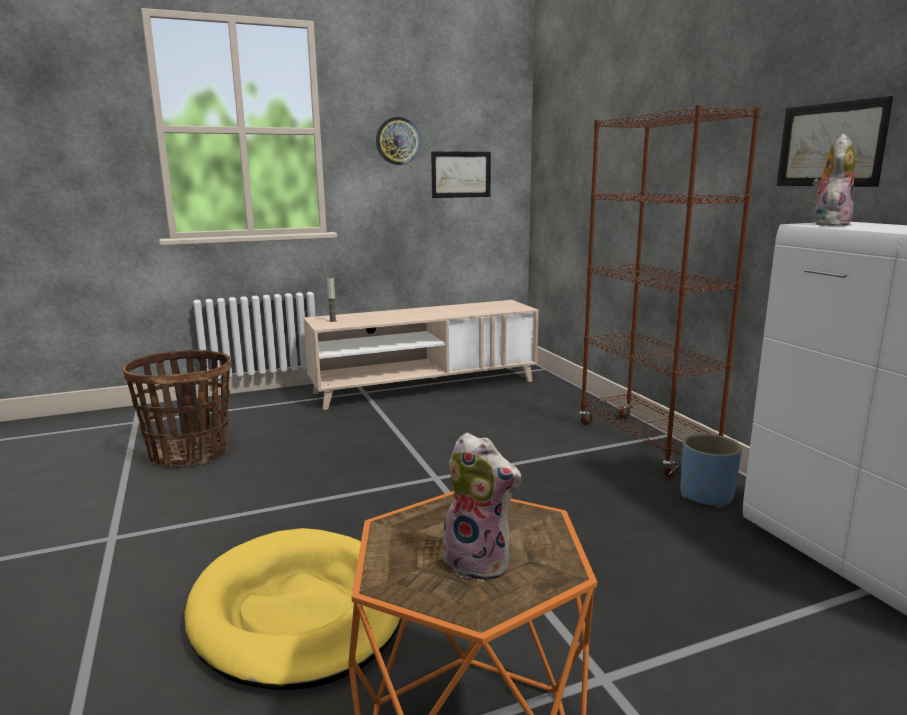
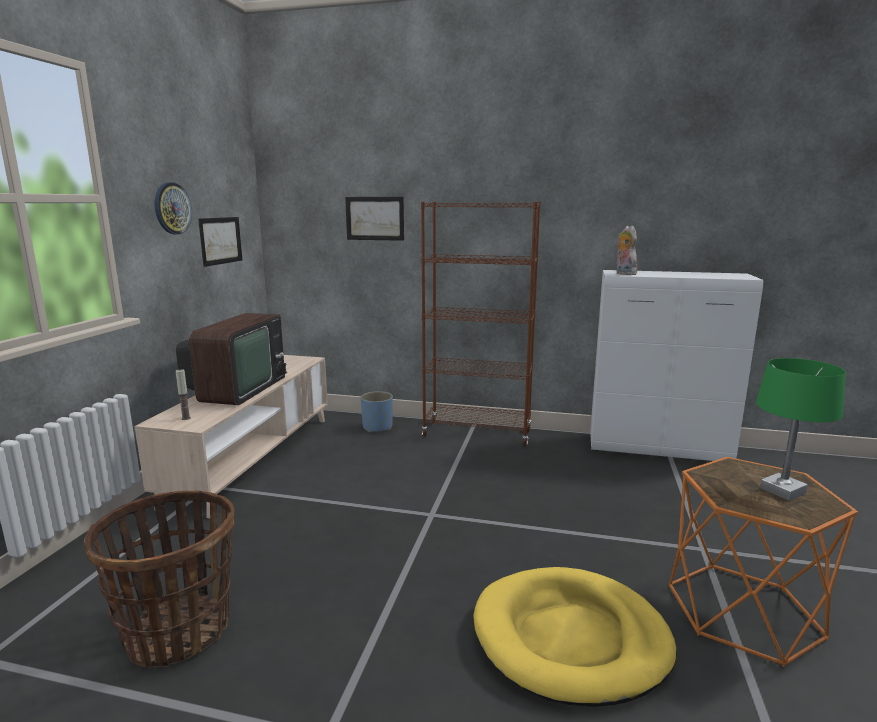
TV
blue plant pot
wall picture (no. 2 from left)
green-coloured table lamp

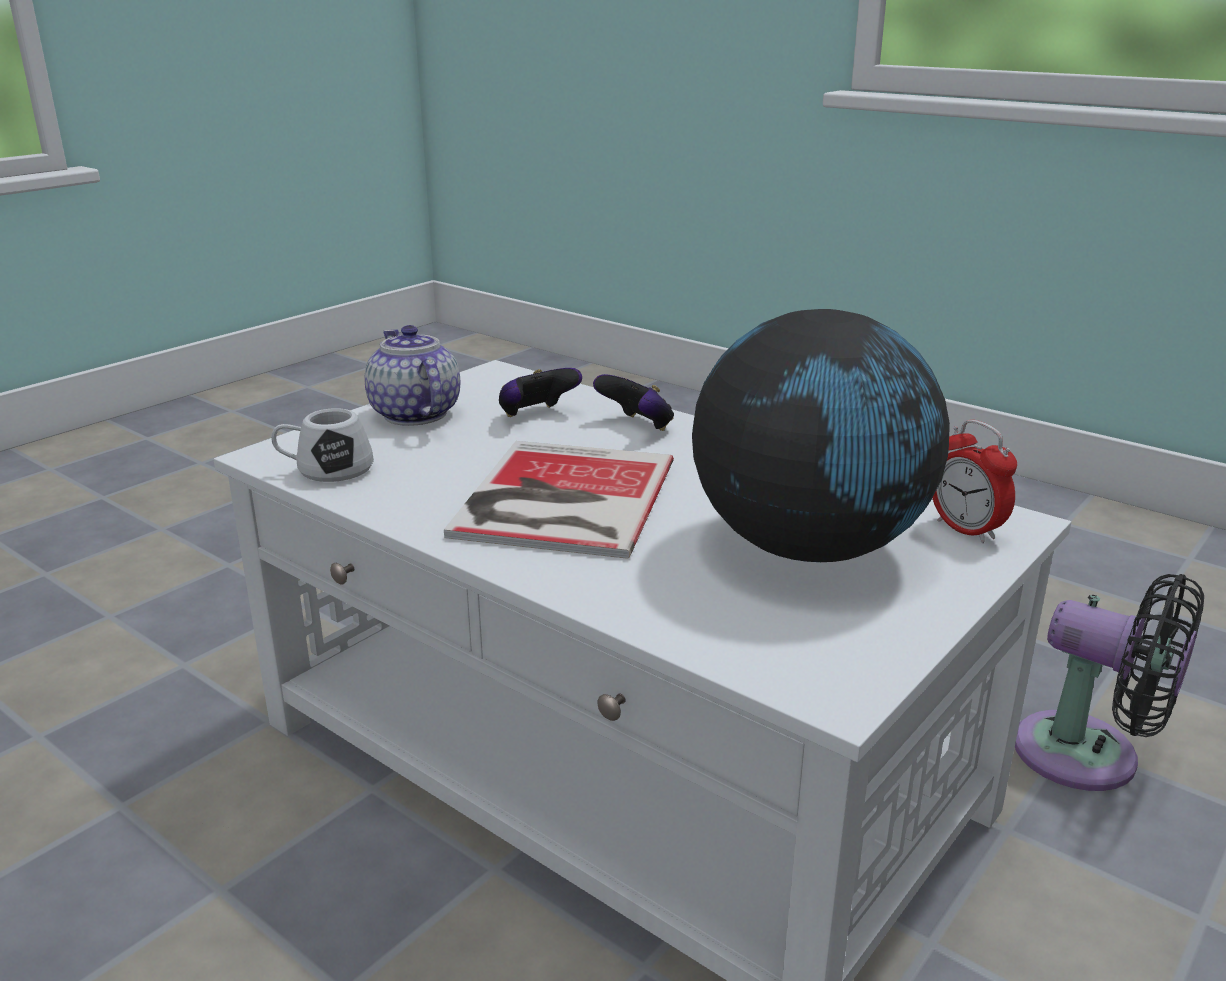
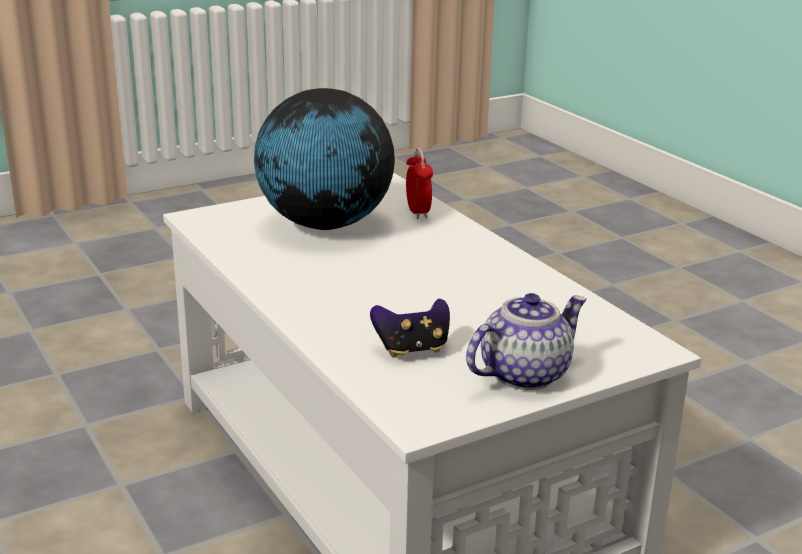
whitish mug
bound book
joypad (no. 2 from left in the first image)
blackish electric fan
alarm clock
tea pot

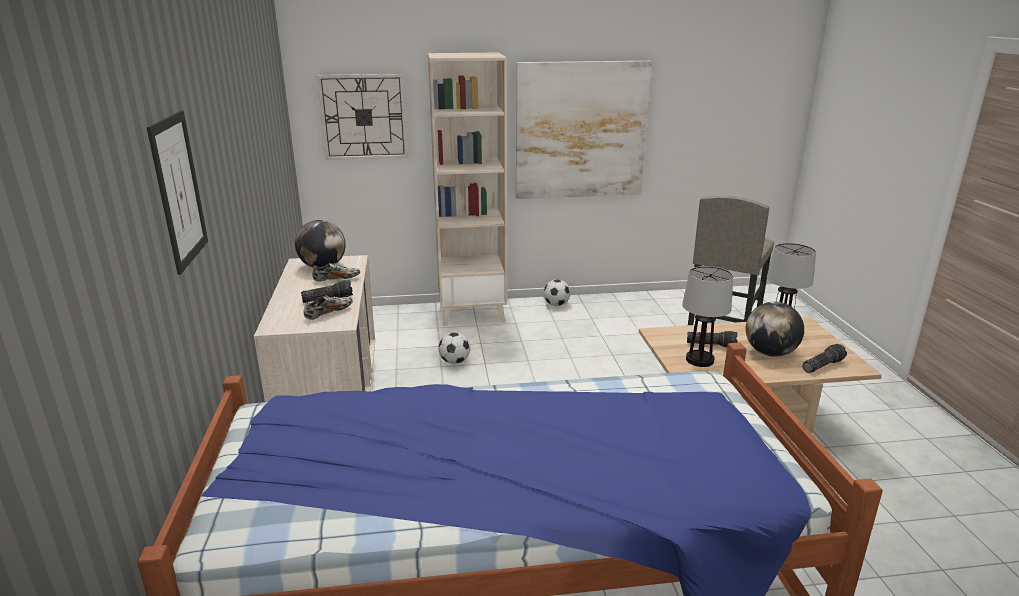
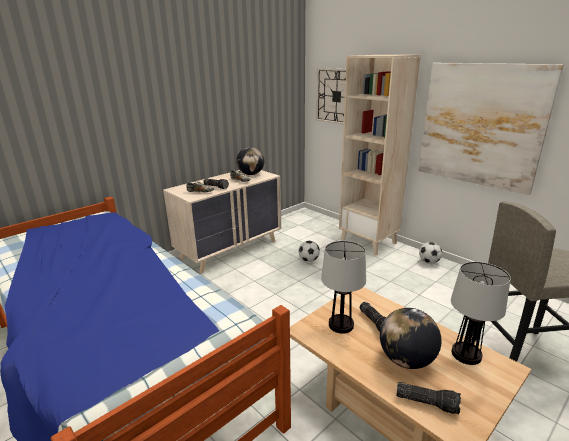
wall picture (no. 1 from left in the first image)

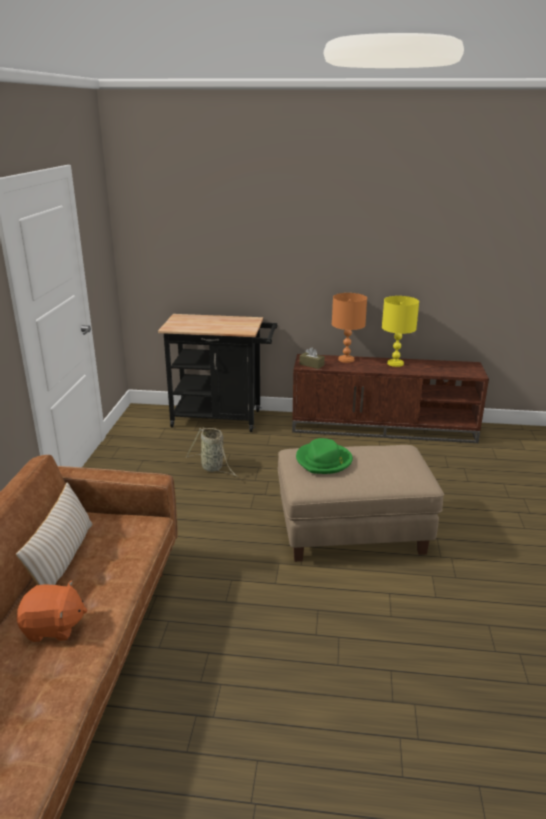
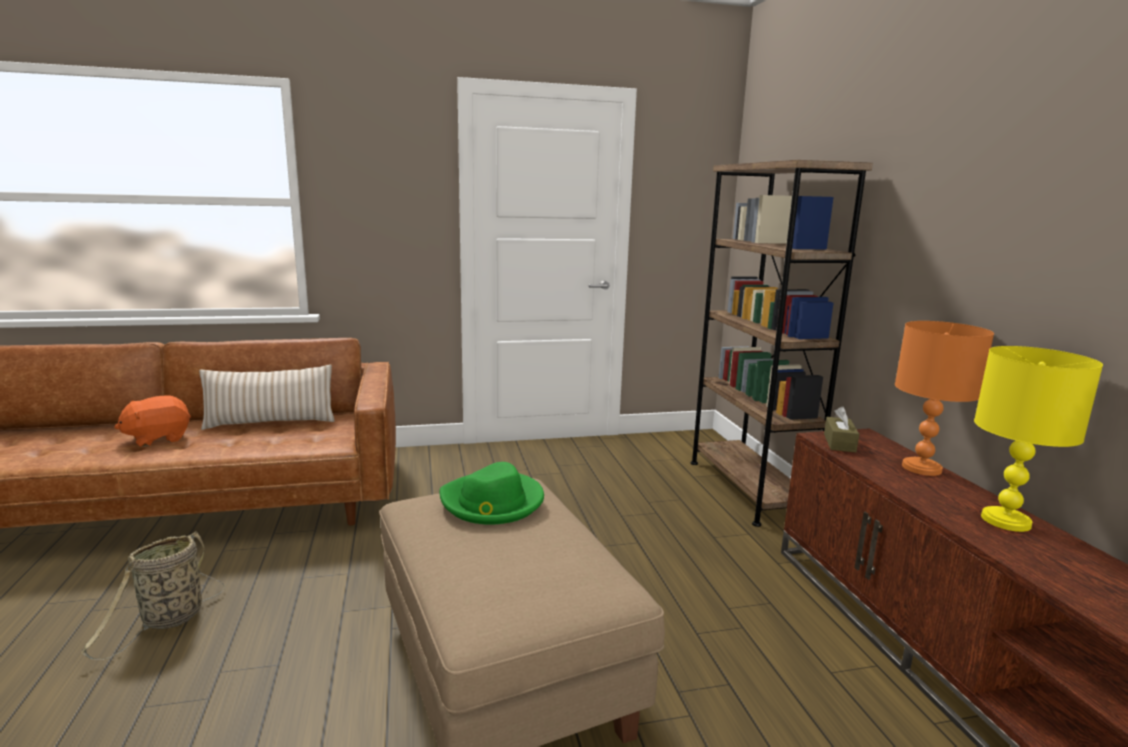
household basket
brownish shelving unit
orange-coloured cuddly toy

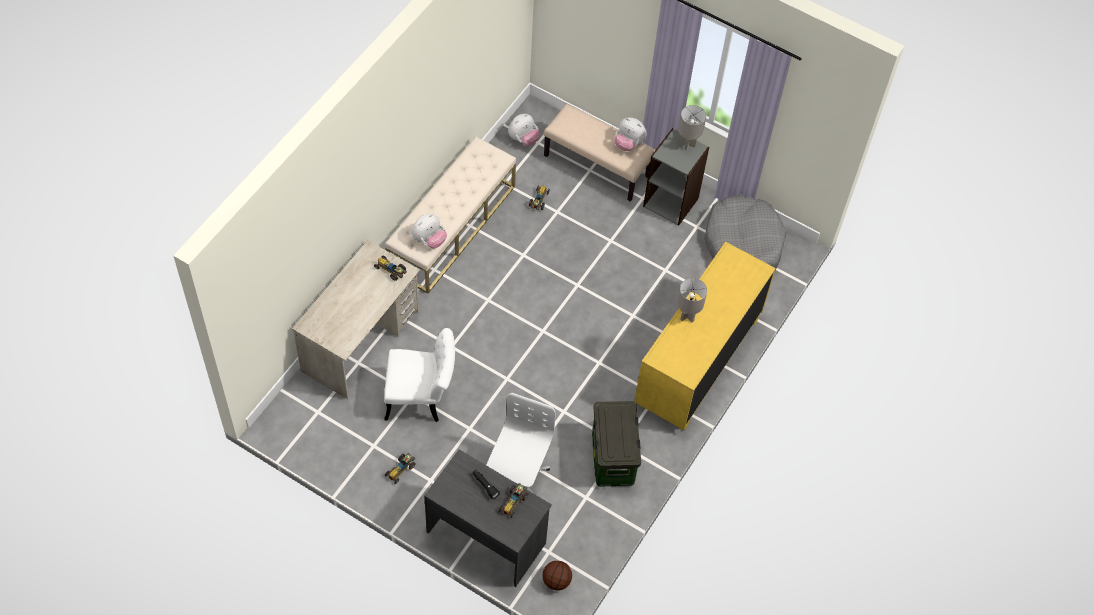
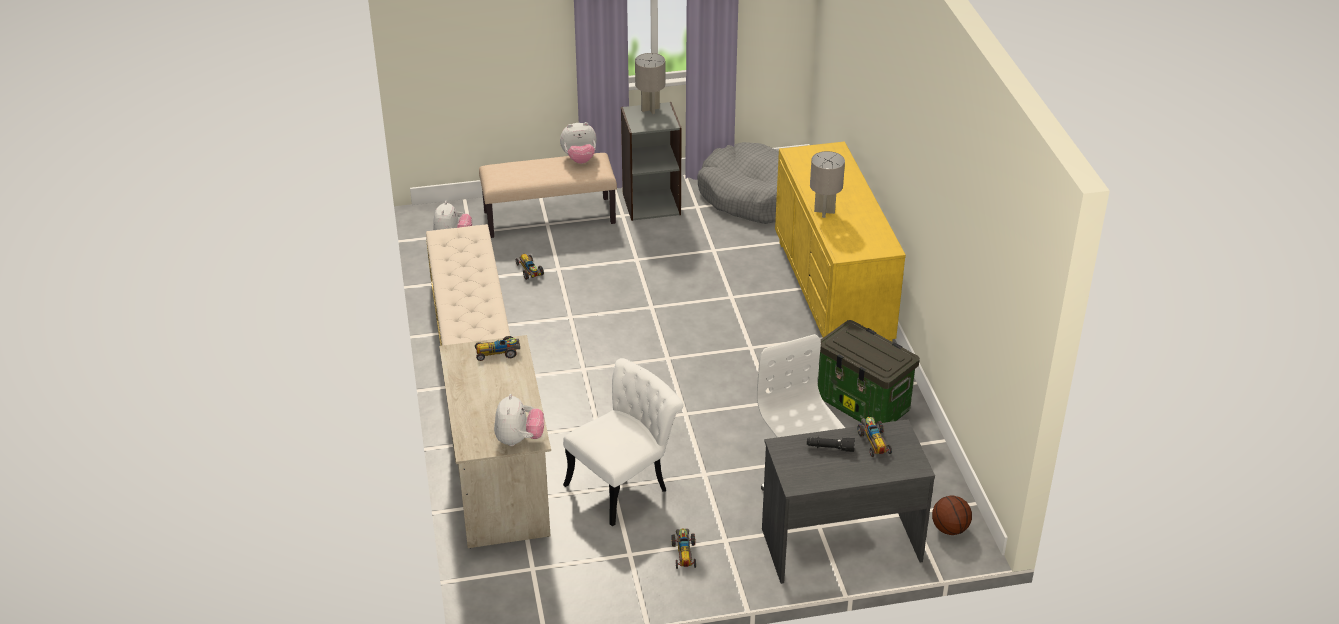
cuddly toy (no. 2 from left)

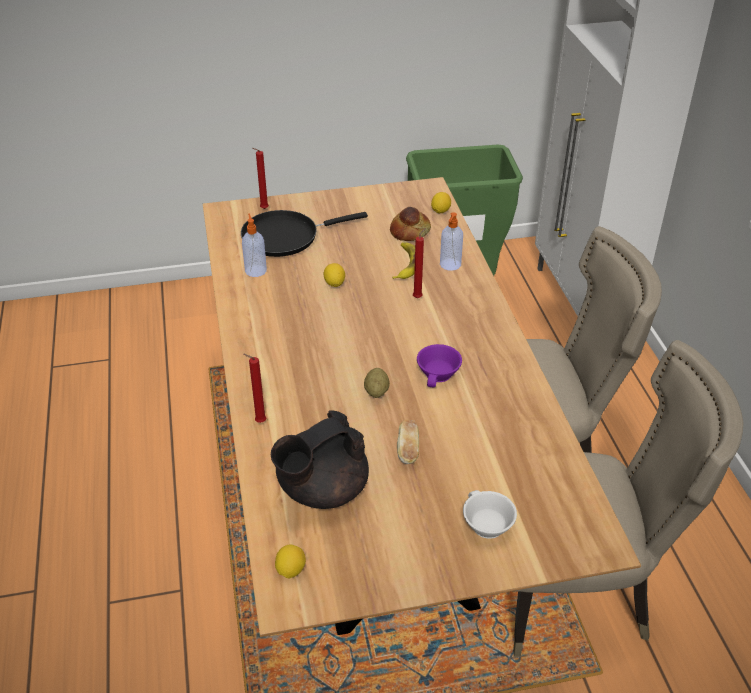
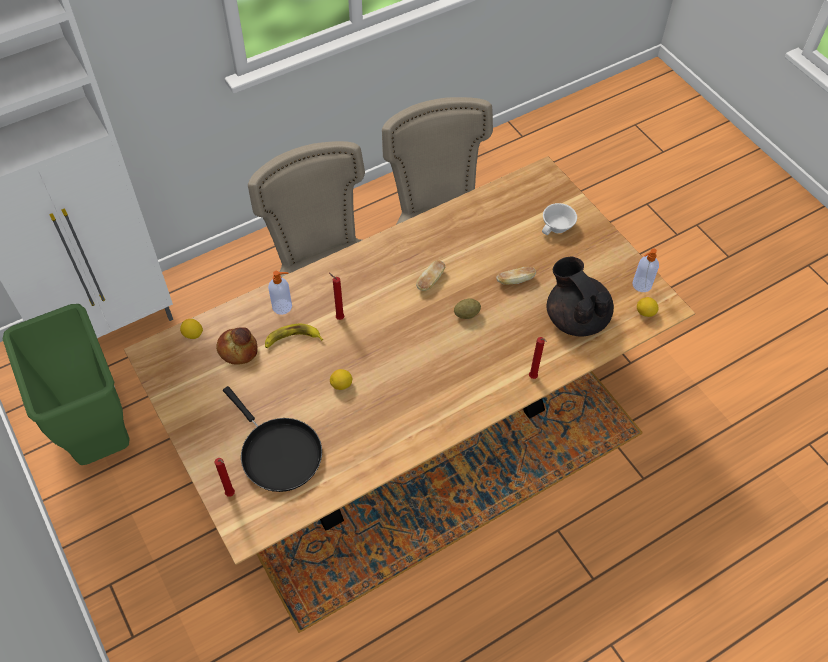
soap bottle (no. 2 from left)
bakery bread (no. 2 from left)
blackish tea pot

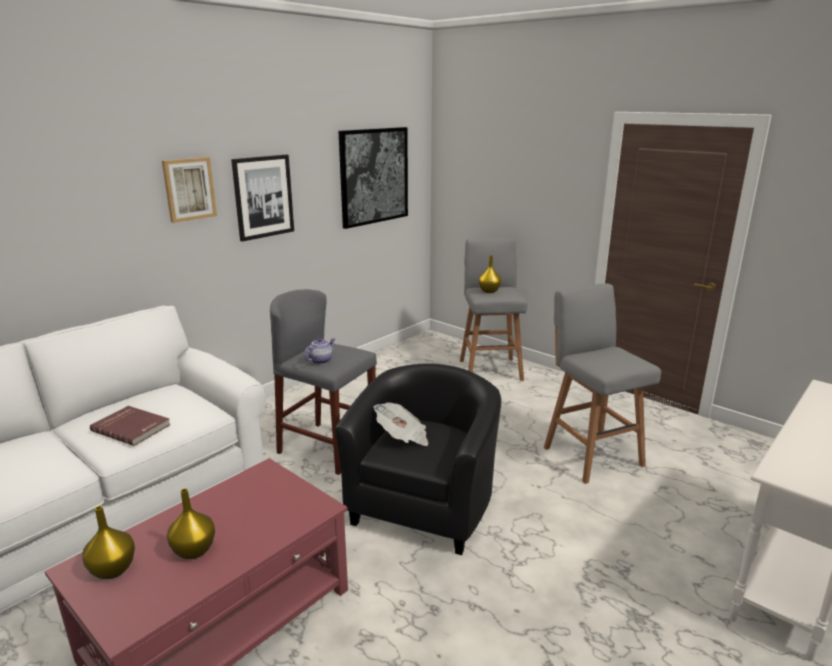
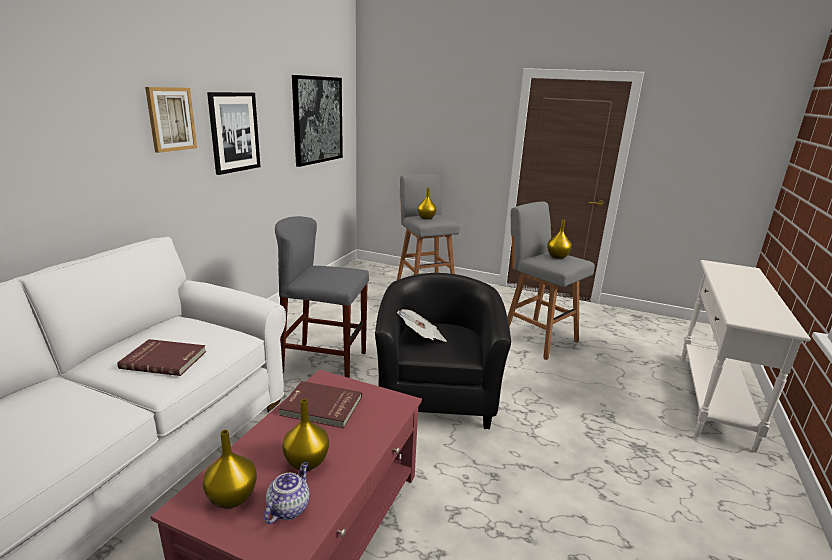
red-coloured bound book (no. 2 from left)
yellowish decorative vase (no. 4 from left)
tea pot

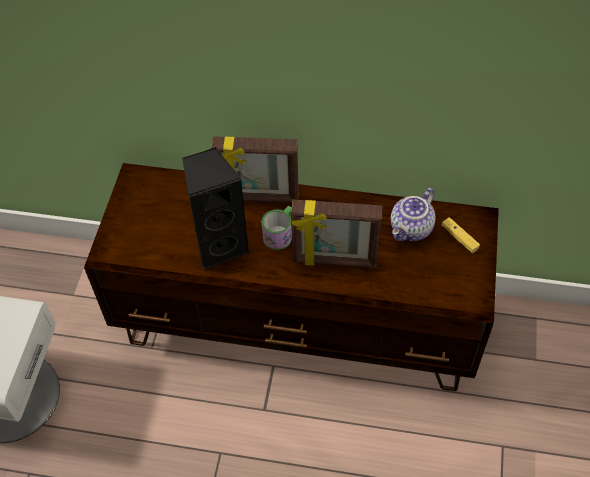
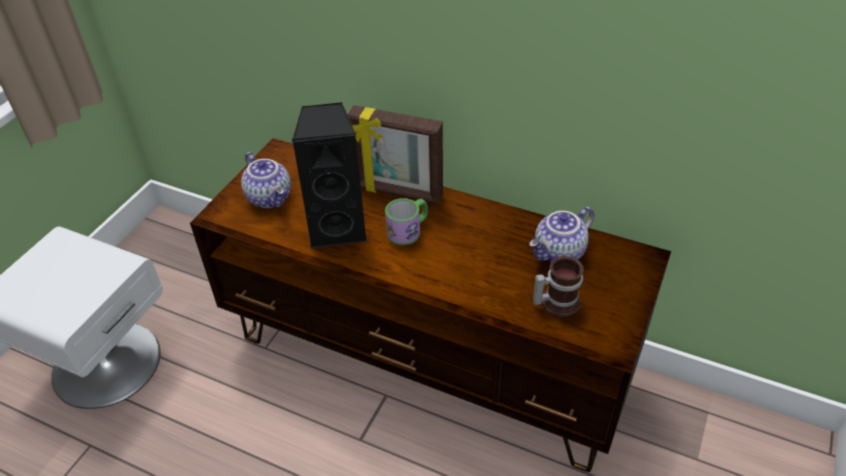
standing frame (no. 2 from left in the first image)
yellowish joypad
tea pot (no. 1 from left)
mug (no. 2 from left)

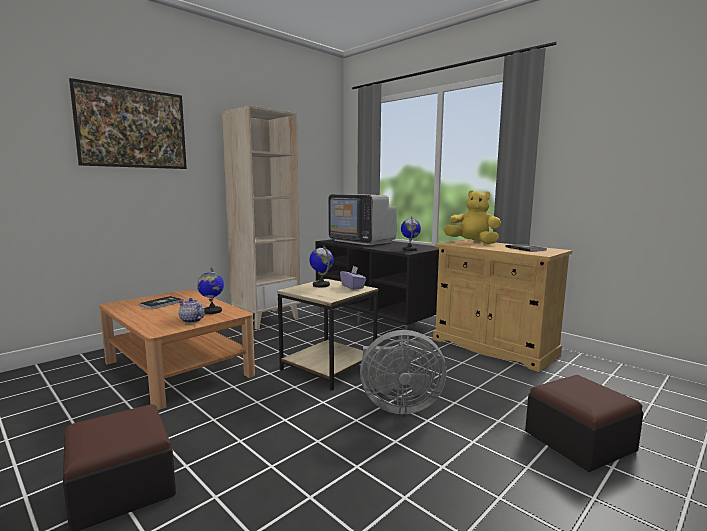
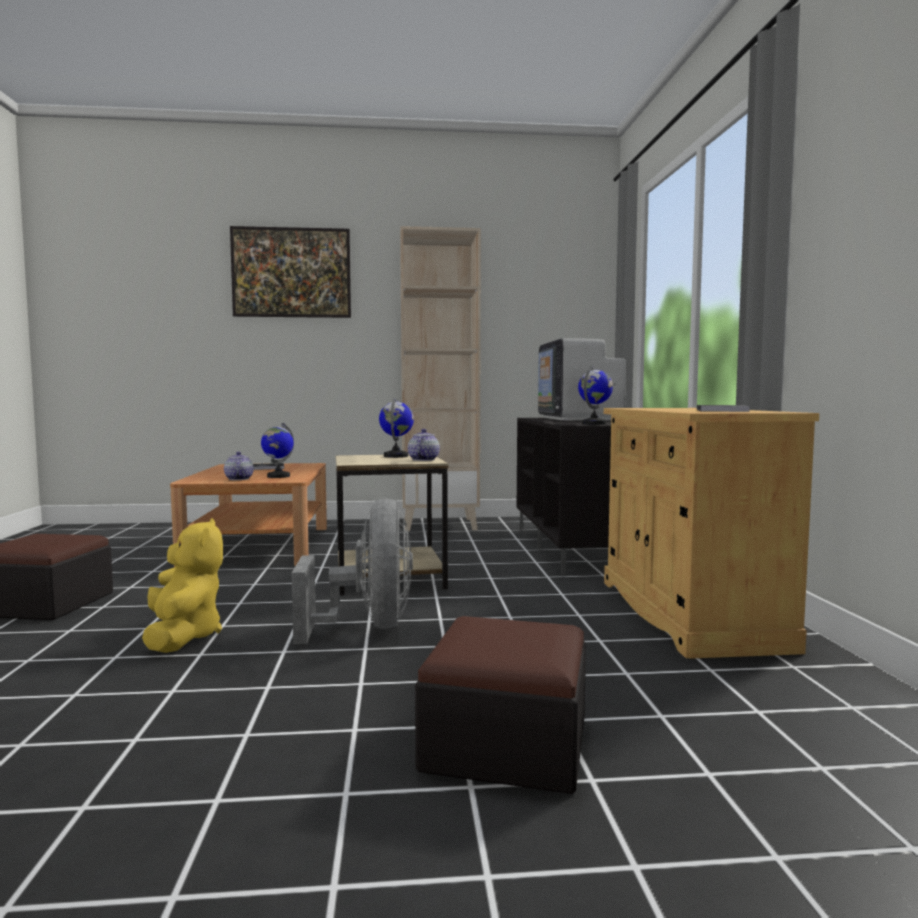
yellowish cuddly toy
tea pot (no. 2 from left)
grey electric fan

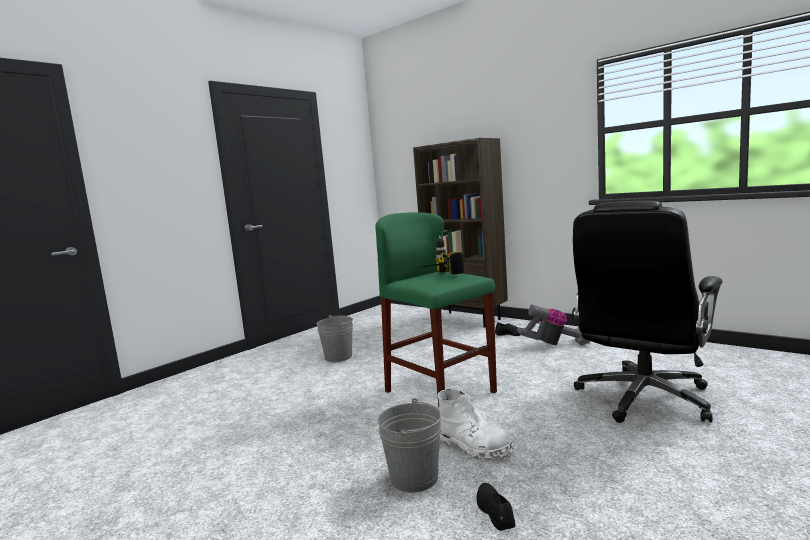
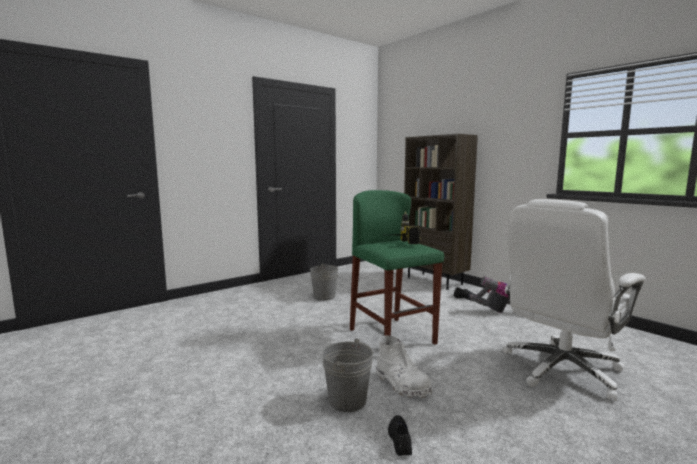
whitish desk chair

